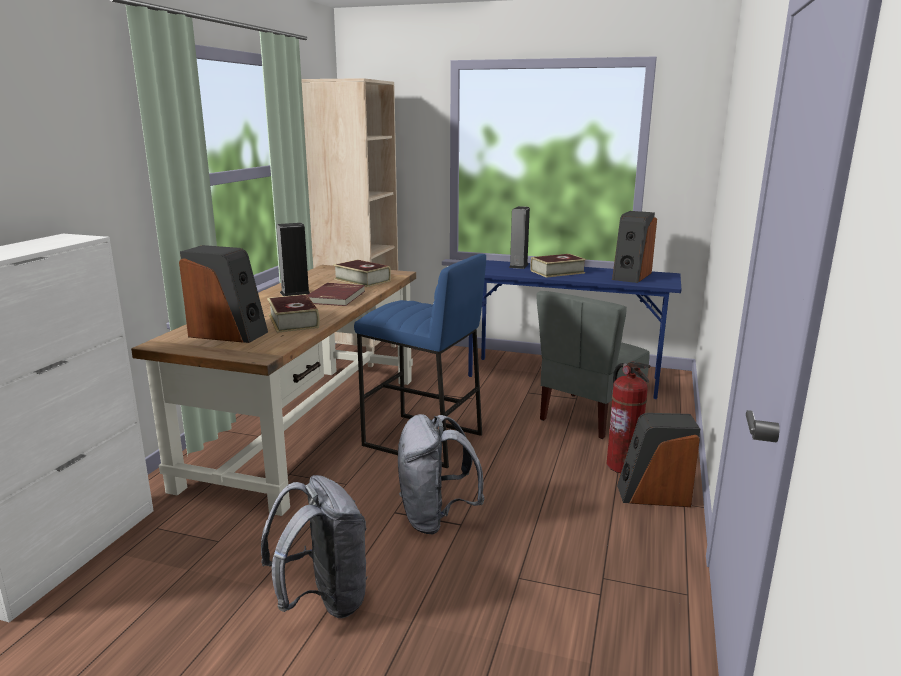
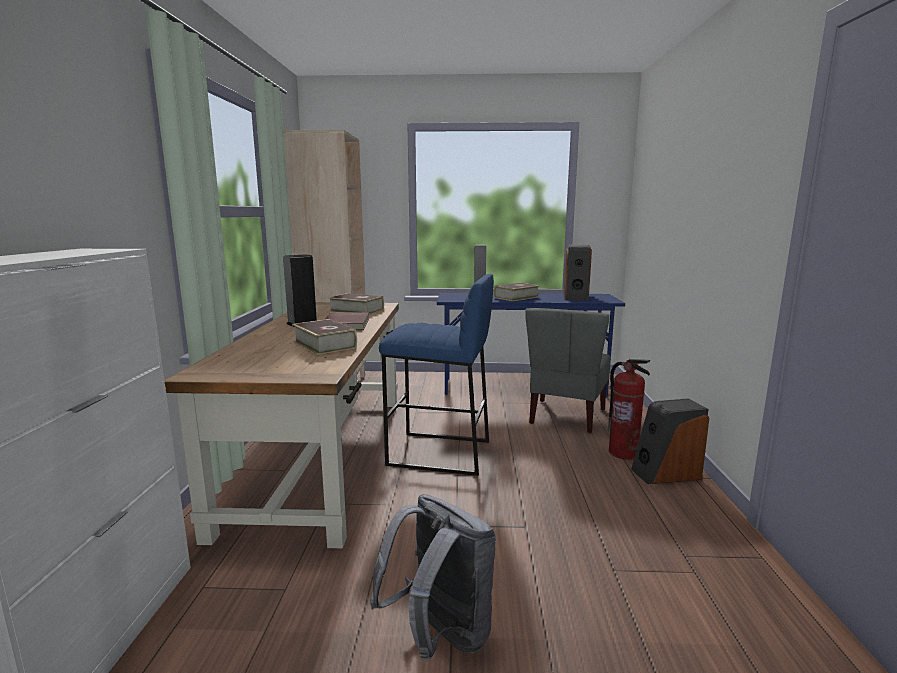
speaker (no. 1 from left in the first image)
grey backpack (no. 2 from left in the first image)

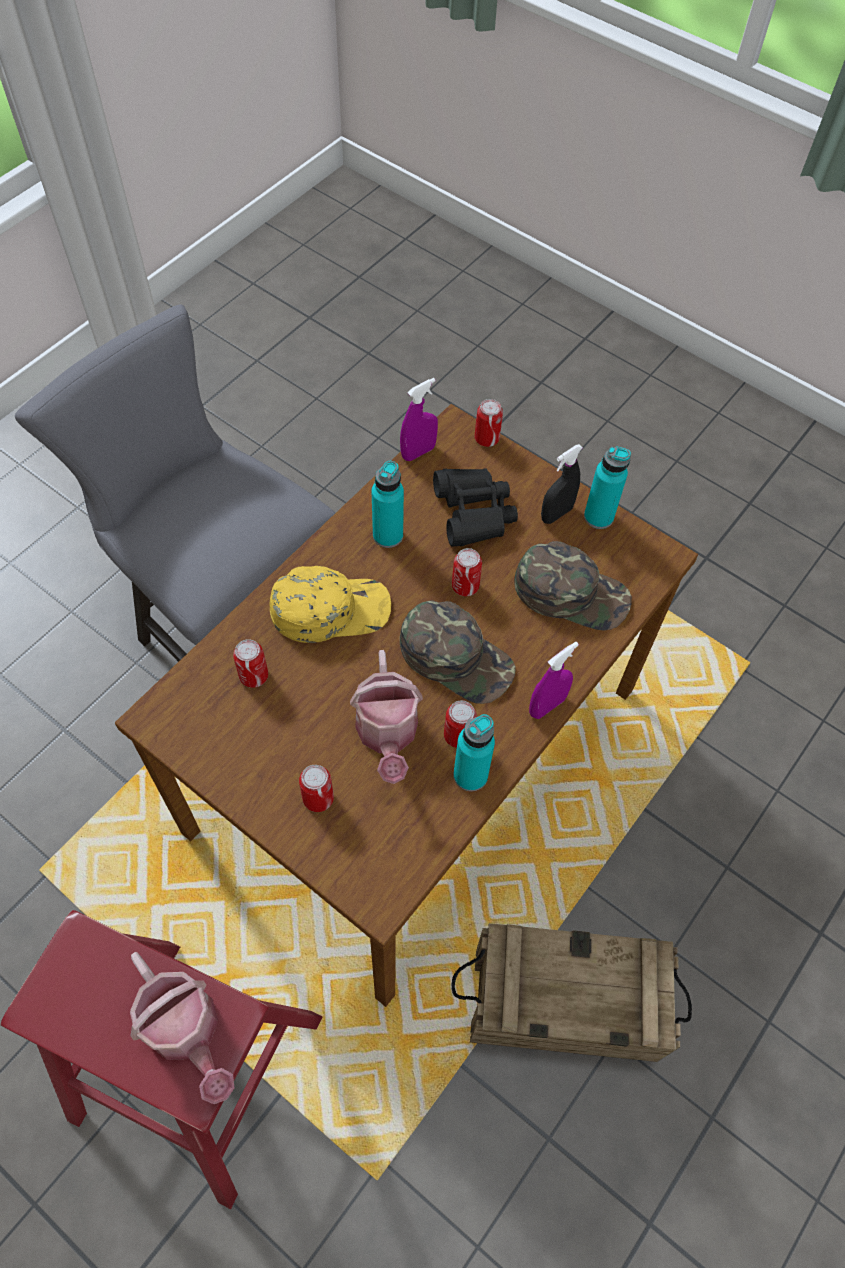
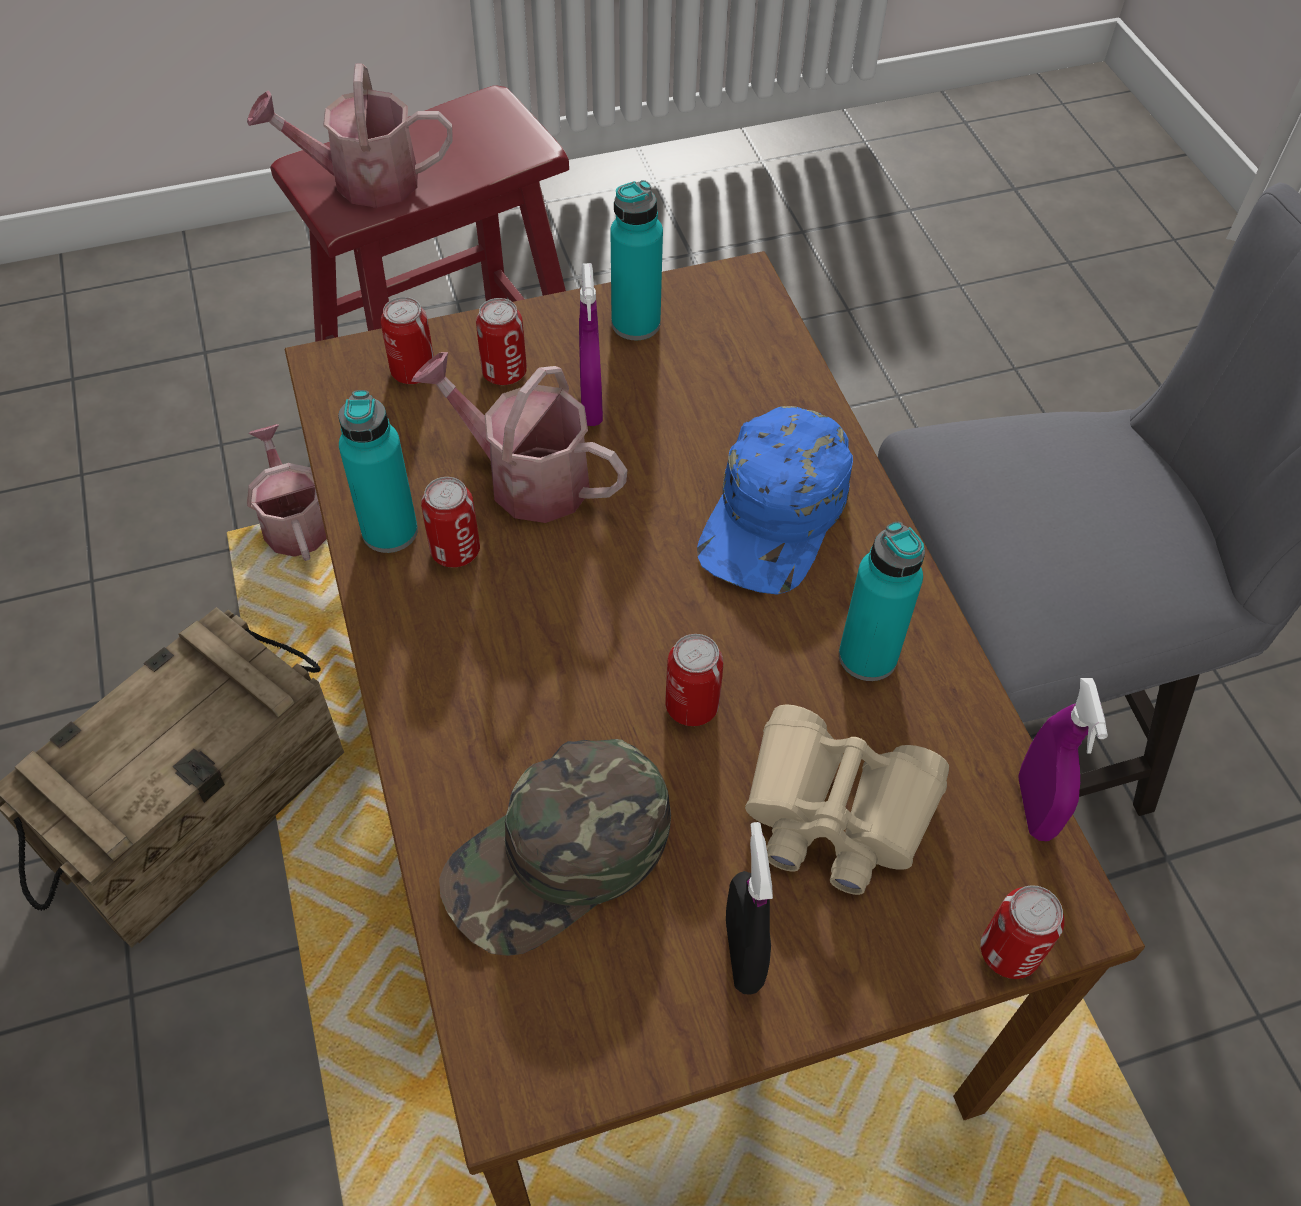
green-coloured peaked cap (no. 1 from left in the first image)
watering pot (no. 1 from left)
can (no. 1 from left)
purple sprayer (no. 1 from left)
blue-green beverage bottle (no. 2 from left)
blue peaked cap
sand-coloured pair of binoculars

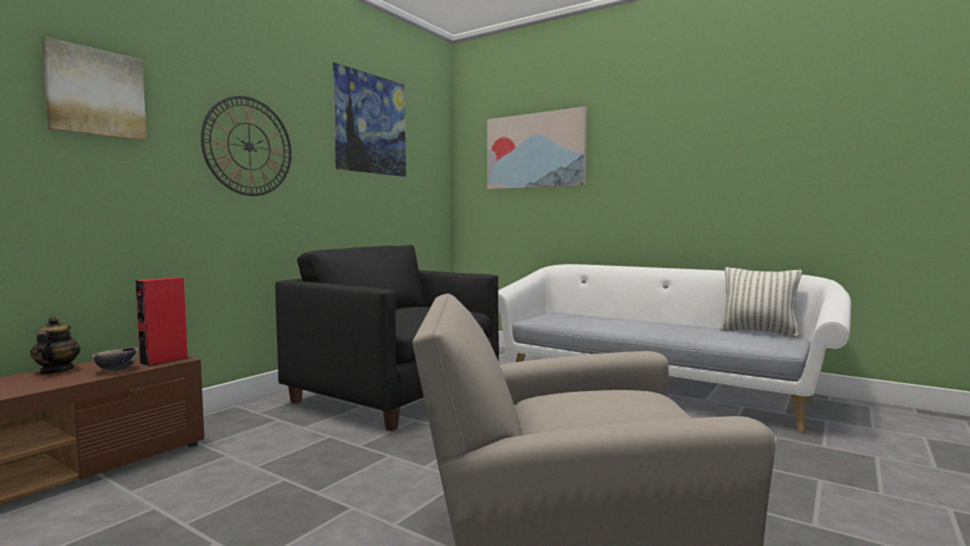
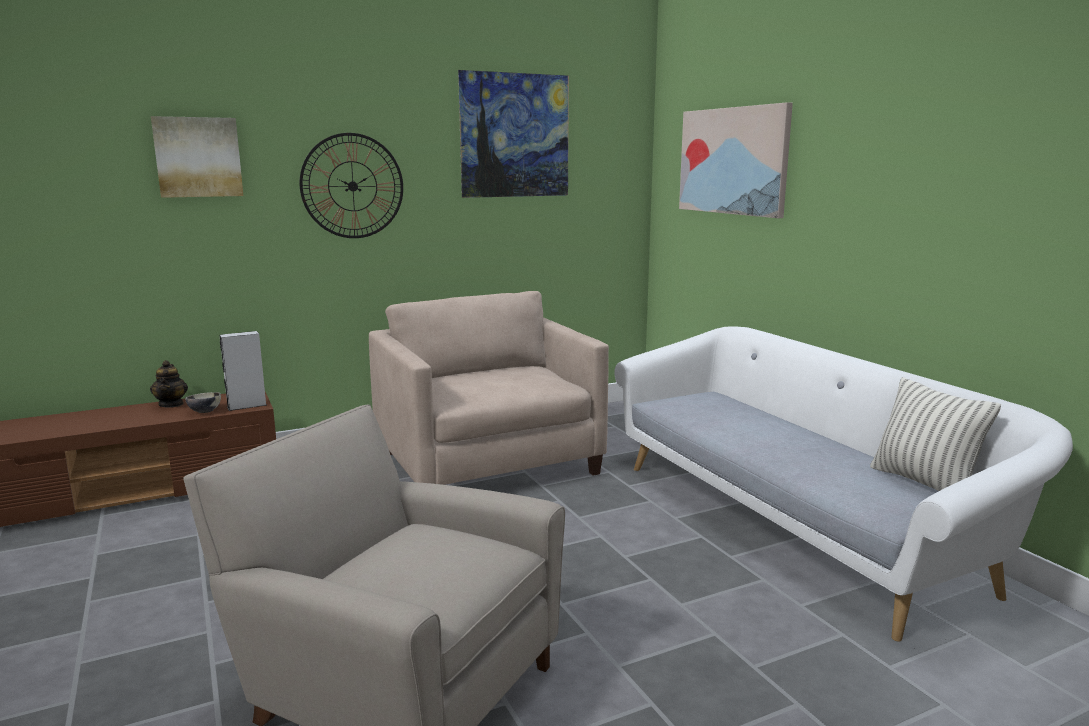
grey speaker
sand-coloured armchair (no. 2 from left)
tea pot

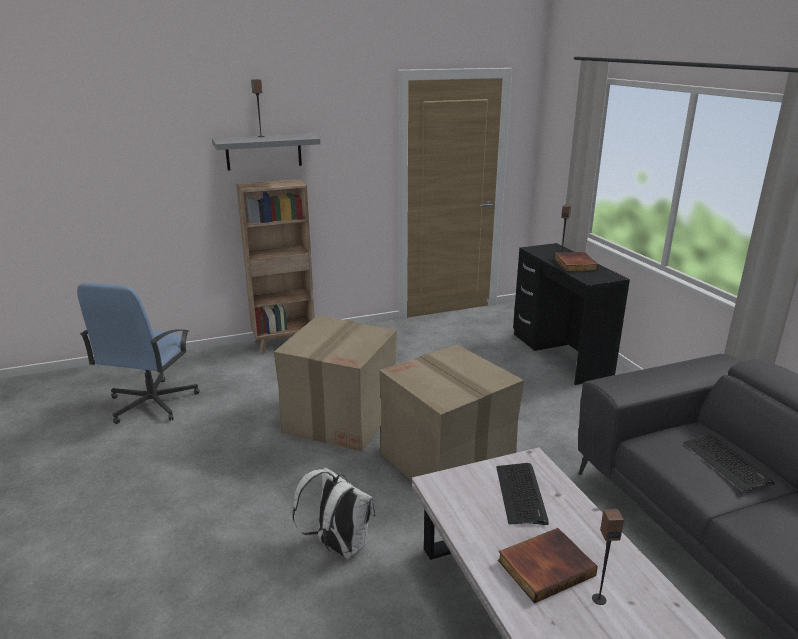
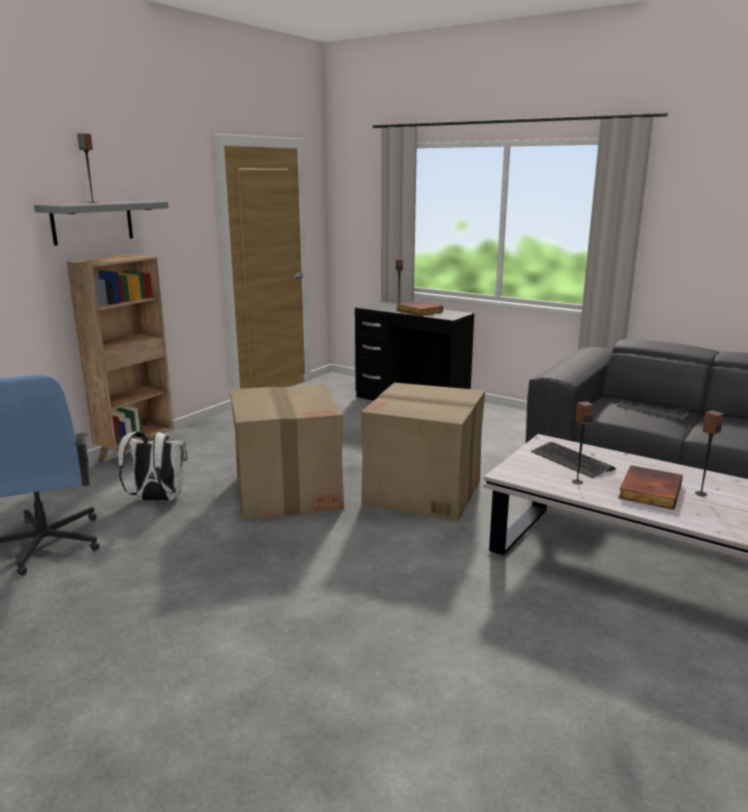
speaker (no. 3 from left)
whitish backpack

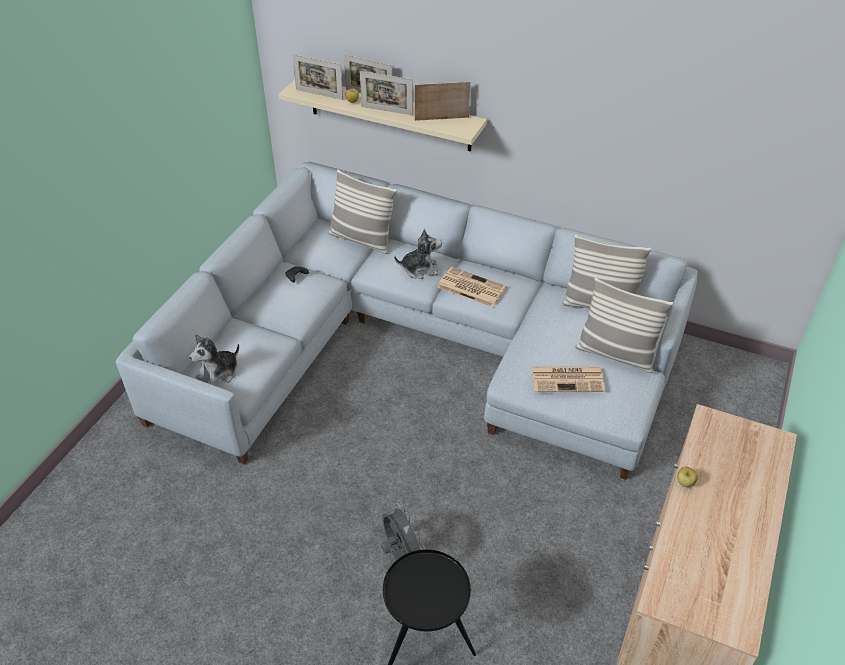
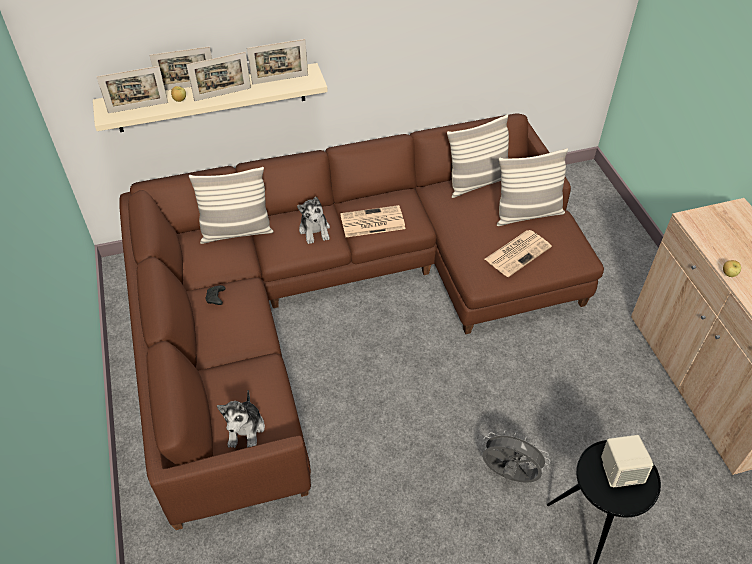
sand-coloured speaker
brownish couch
cuddly toy (no. 2 from left)
standing frame (no. 4 from left)

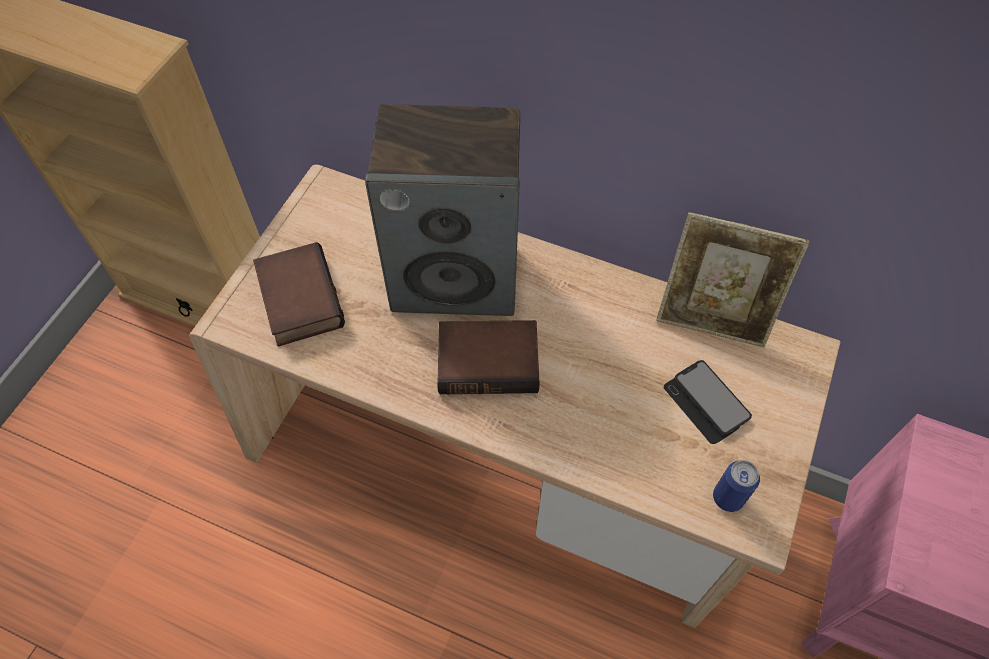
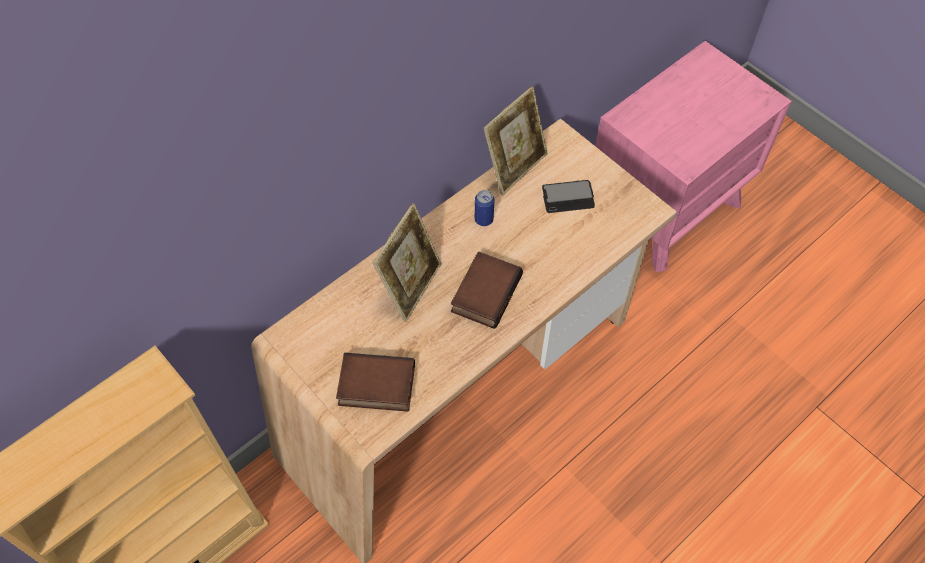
can
standing frame (no. 1 from left)

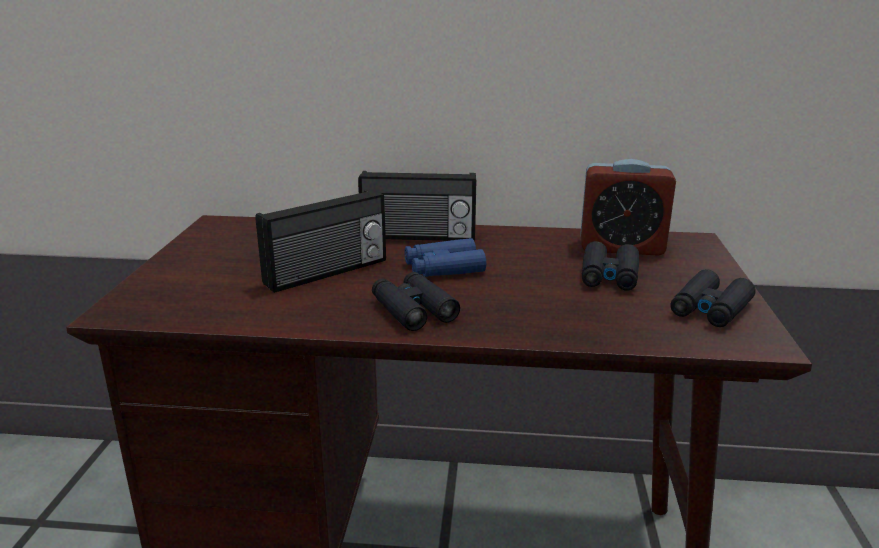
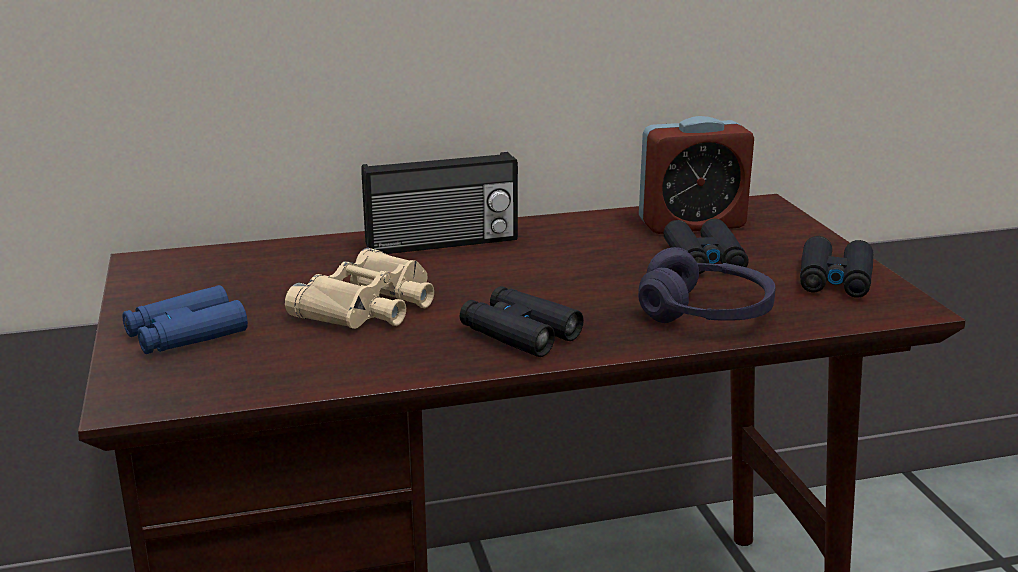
purple headphones
blue pair of binoculars
sand-coloured pair of binoculars

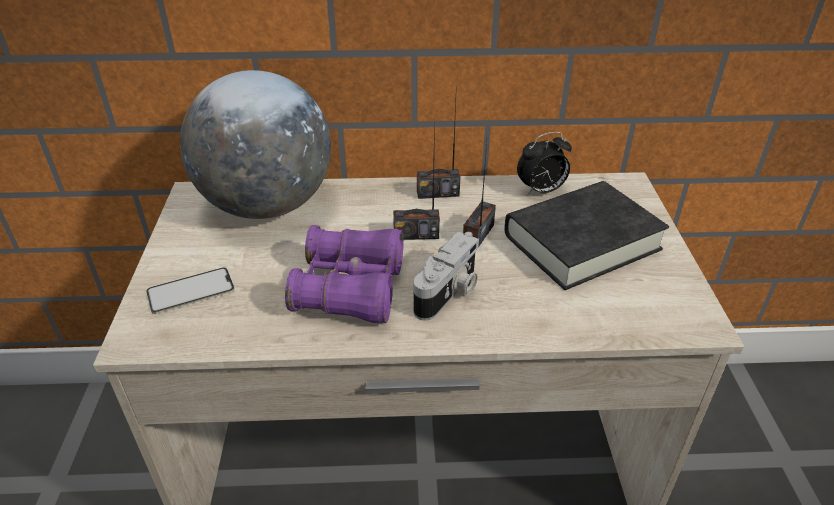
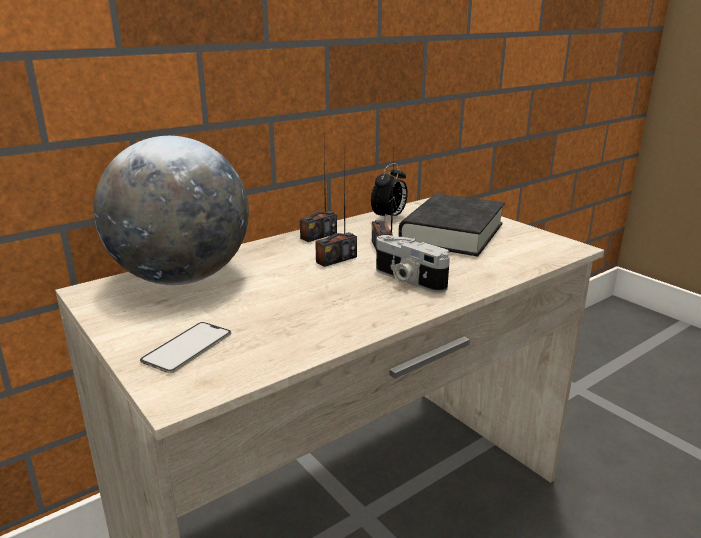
purple pair of binoculars
still camera

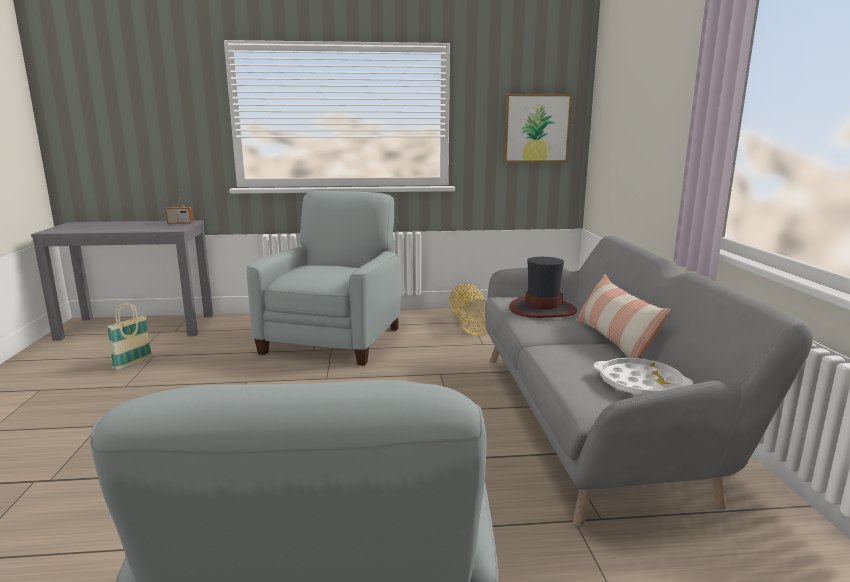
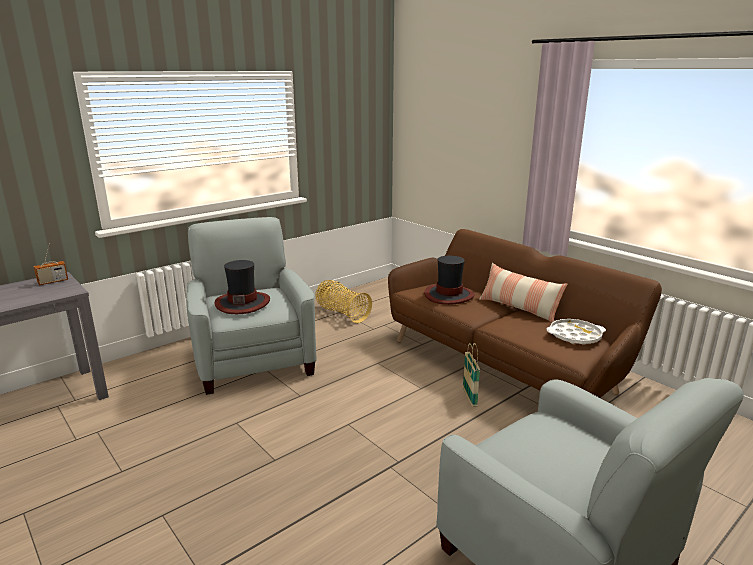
wall picture
hat (no. 1 from left)
household basket (no. 2 from left)
brownish couch

